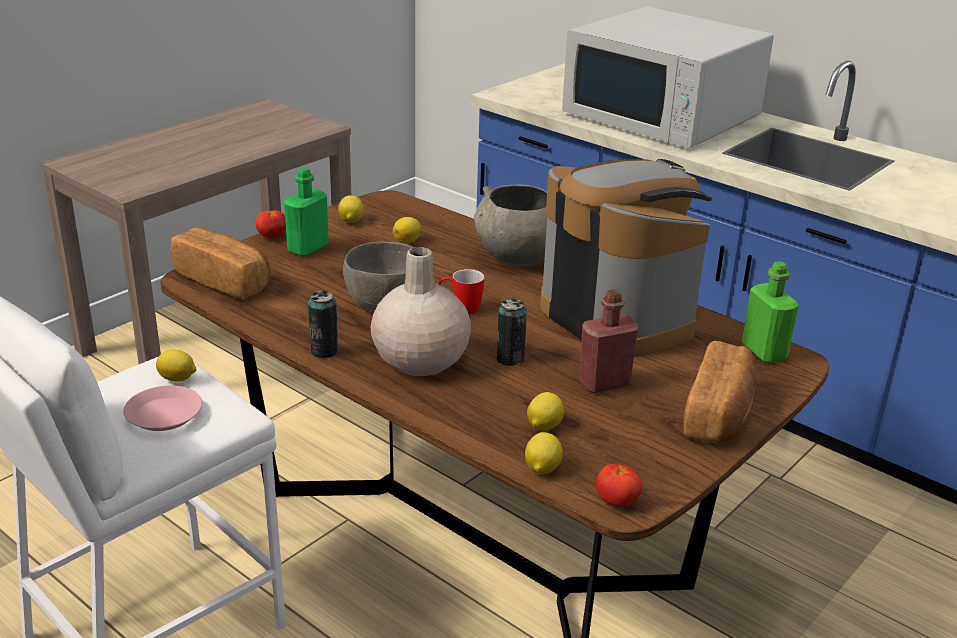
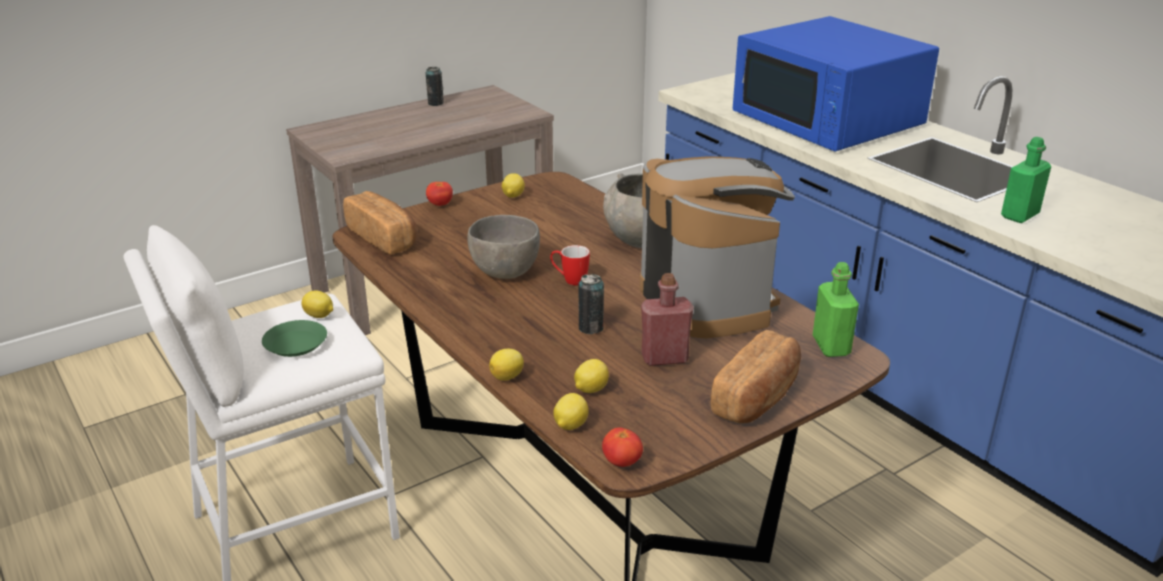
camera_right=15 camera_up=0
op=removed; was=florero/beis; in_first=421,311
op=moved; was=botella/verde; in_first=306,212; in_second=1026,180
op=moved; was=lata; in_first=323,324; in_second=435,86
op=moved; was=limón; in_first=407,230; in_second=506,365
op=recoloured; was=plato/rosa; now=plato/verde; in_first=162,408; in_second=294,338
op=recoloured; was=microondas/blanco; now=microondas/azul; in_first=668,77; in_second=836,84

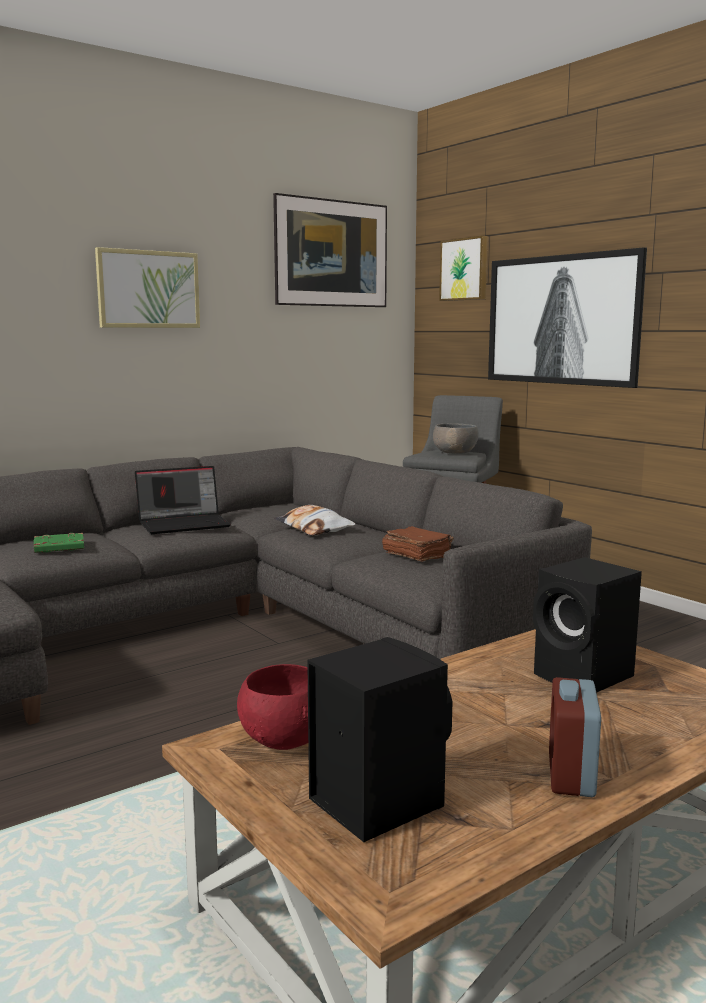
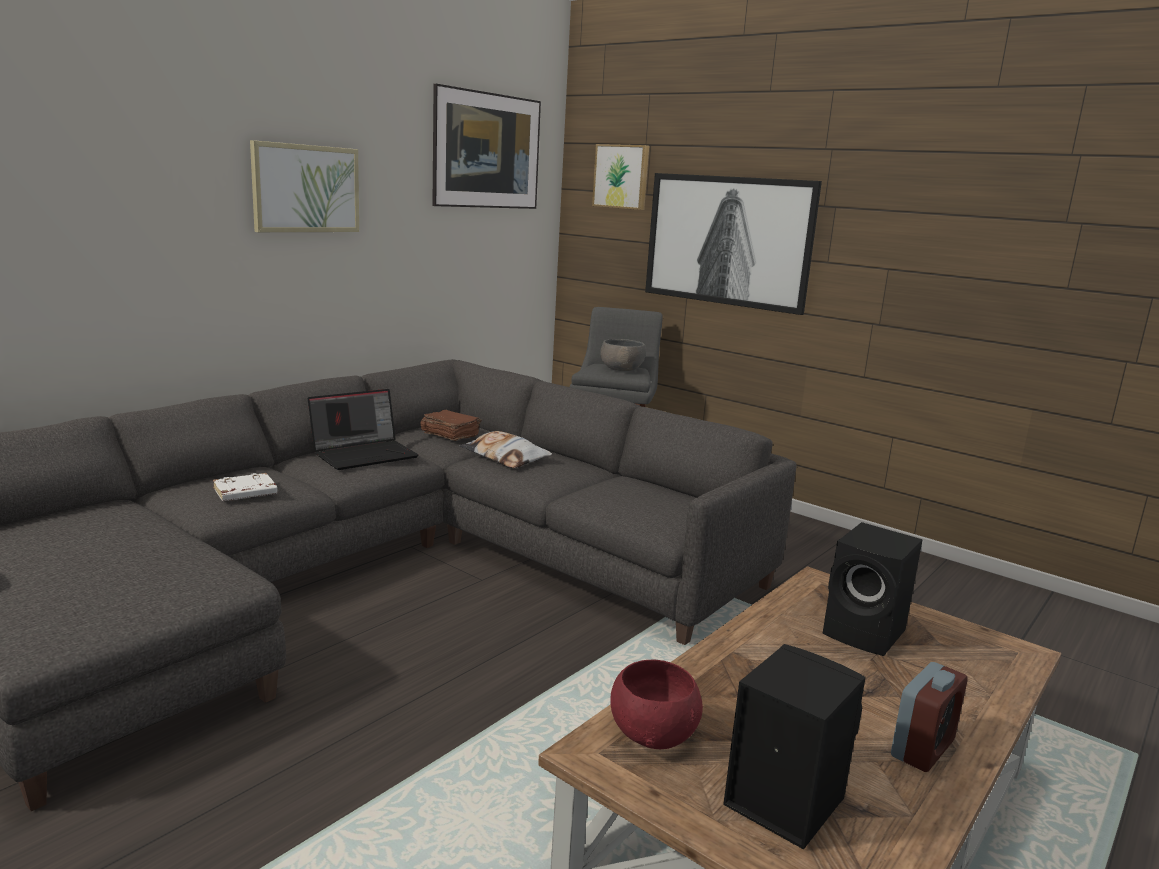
camera_right=-15 camera_up=5
op=moved; was=libro/marrón; in_first=418,544; in_second=450,425
op=recoloured; was=libro/verde; now=libro/blanco; in_first=59,543; in_second=245,487
op=turned; was=despertador; in_first=575,737; in_second=929,717; clockwise=-135

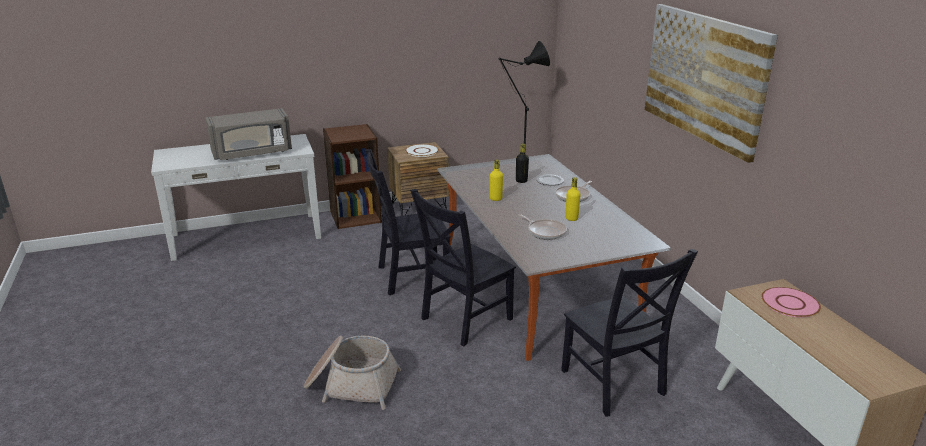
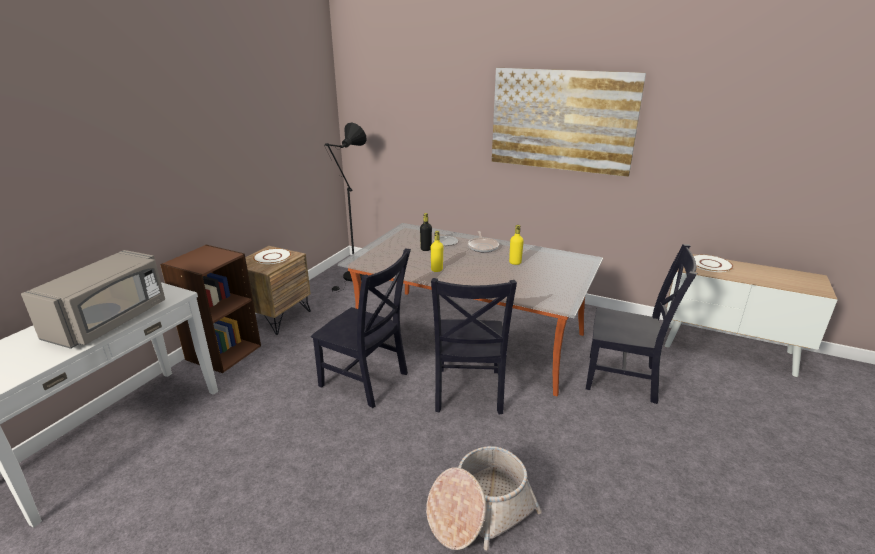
camera_right=-45 camera_up=0
op=removed; was=sartén; in_first=542,227
op=recoloured; was=plato/rosa; now=plato/blanco; in_first=791,302; in_second=713,263
op=turned; was=silla/negro; in_first=408,222; in_second=361,328; clockwise=-90

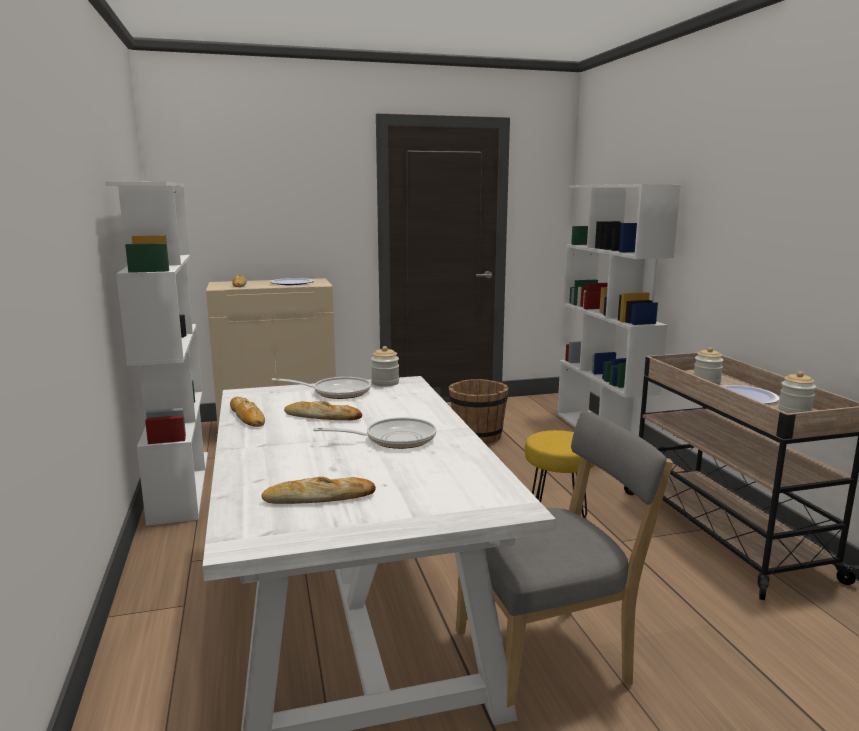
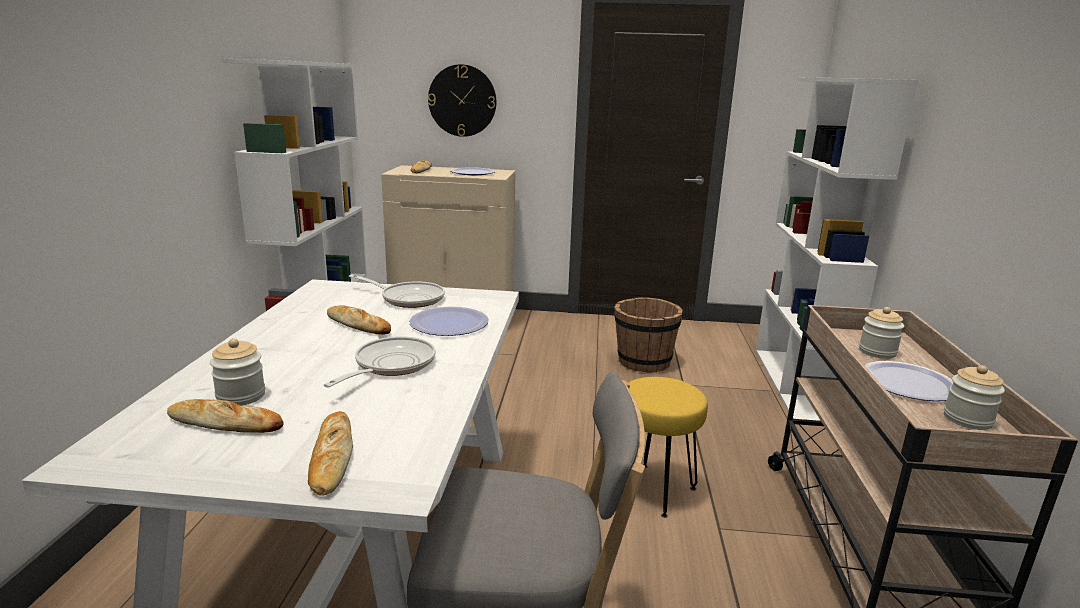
camera_right=20 camera_up=5
op=added; now=plato; in_second=449,321
op=added; now=reloj de pared; in_second=462,100
op=moved; was=pan; in_first=247,412; in_second=330,453
op=moved; was=tarro; in_first=385,366; in_second=237,372
op=turned; was=sartén; in_first=375,433; in_second=379,362; clockwise=-75

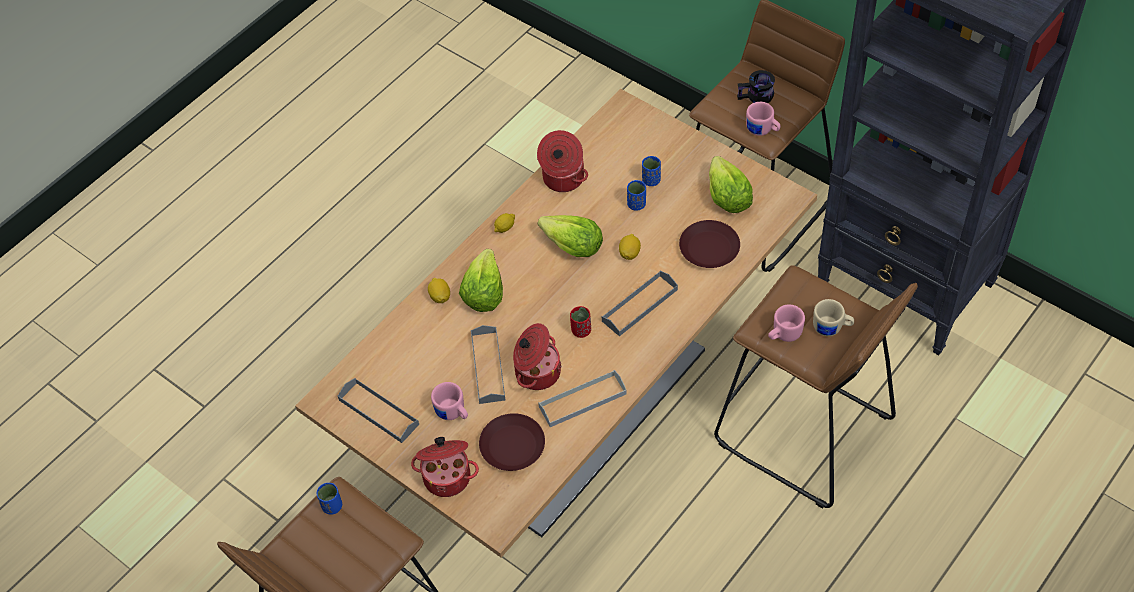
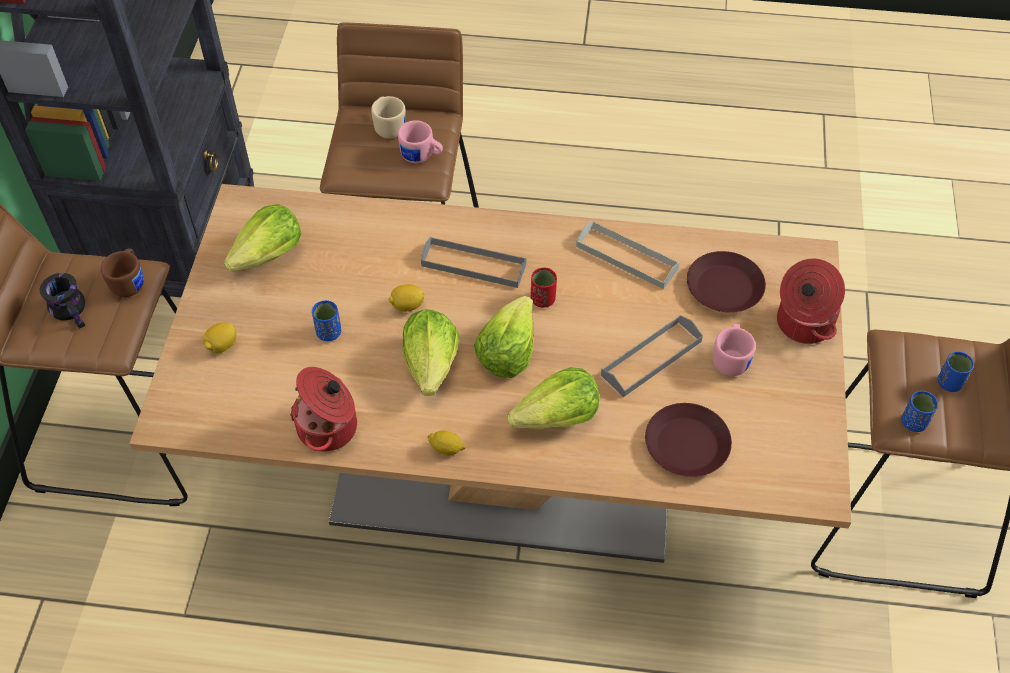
camera_right=-125 camera_up=0
op=removed; was=bandeja/gris; in_first=378,410
op=removed; was=olla; in_first=537,356
op=added; now=lechuga; in_second=504,337
op=moved; was=limón; in_first=439,290; in_second=220,338
op=moved; was=taza/azul; in_first=651,171; in_second=956,372
op=moved; was=plato/marrón; in_first=709,244; in_second=688,440
op=recoloured; was=taza grande/rosa; now=taza grande/marrón; in_first=763,119; in_second=122,273

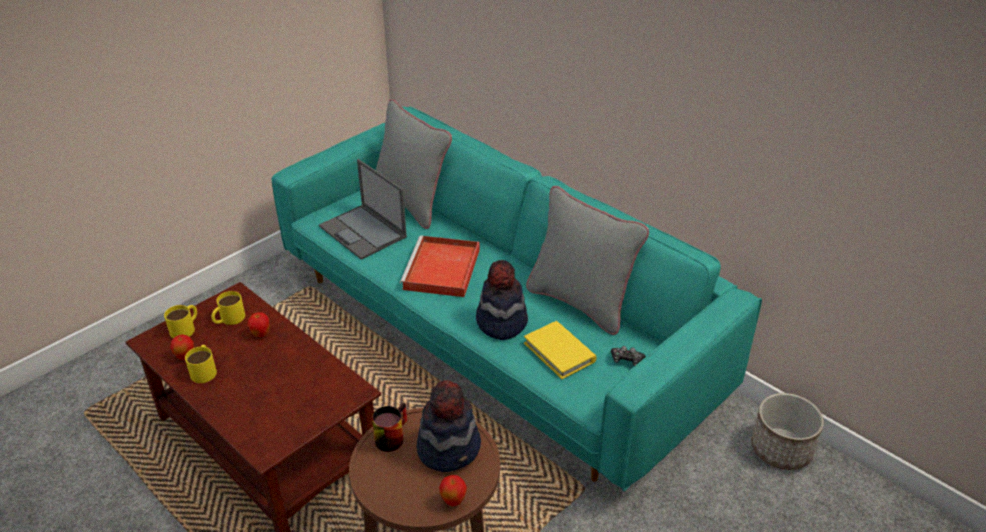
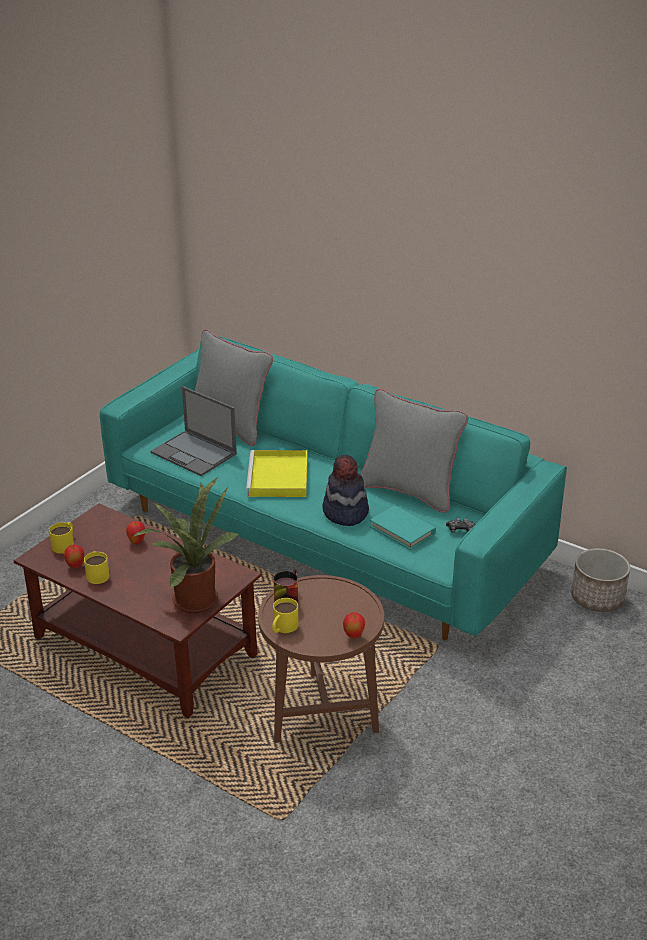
camera_right=-10 camera_up=-5
op=removed; was=sombrero; in_first=449,426
op=added; now=planta en maceta; in_second=186,545
op=moved; was=taza grande/amarillo; in_first=228,308; in_second=285,615
op=recoloured; was=bandeja/rojo; now=bandeja/amarillo; in_first=440,266; in_second=277,473
op=recoloured; was=libro/amarillo; now=libro/turquesa; in_first=560,350; in_second=403,527

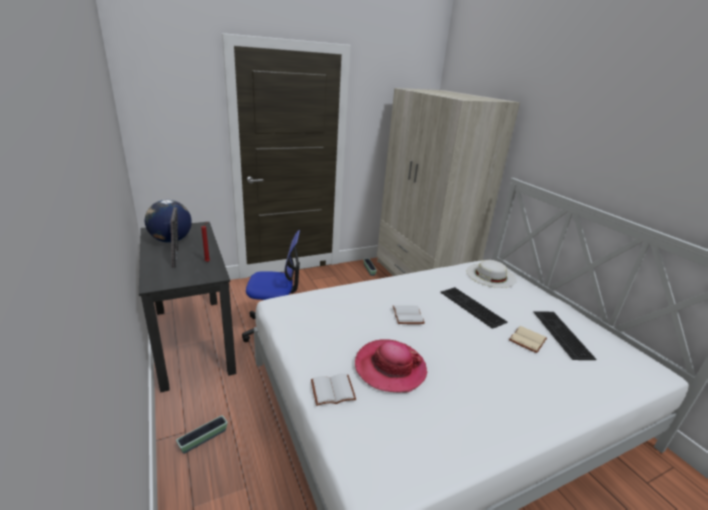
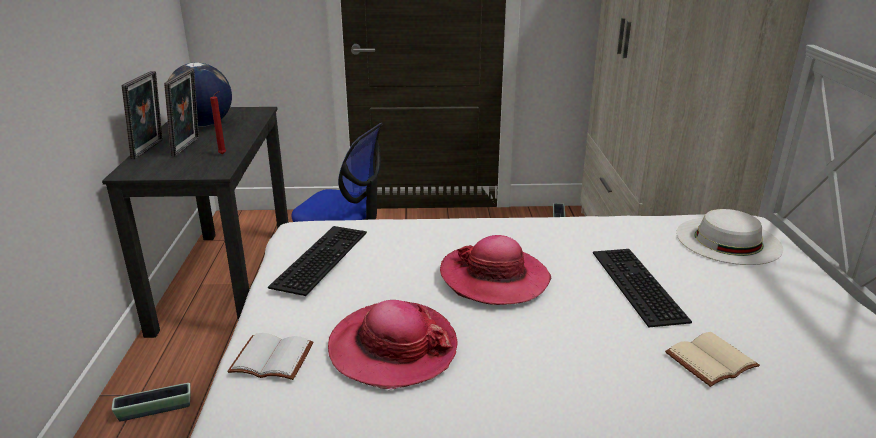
camera_right=25 camera_up=0
op=added; now=portarretratos; in_second=142,115
op=moved; was=teclado; in_first=565,335; in_second=317,261
op=replaced; was=libro/blanco; now=sombrero; in_first=409,314; in_second=496,270

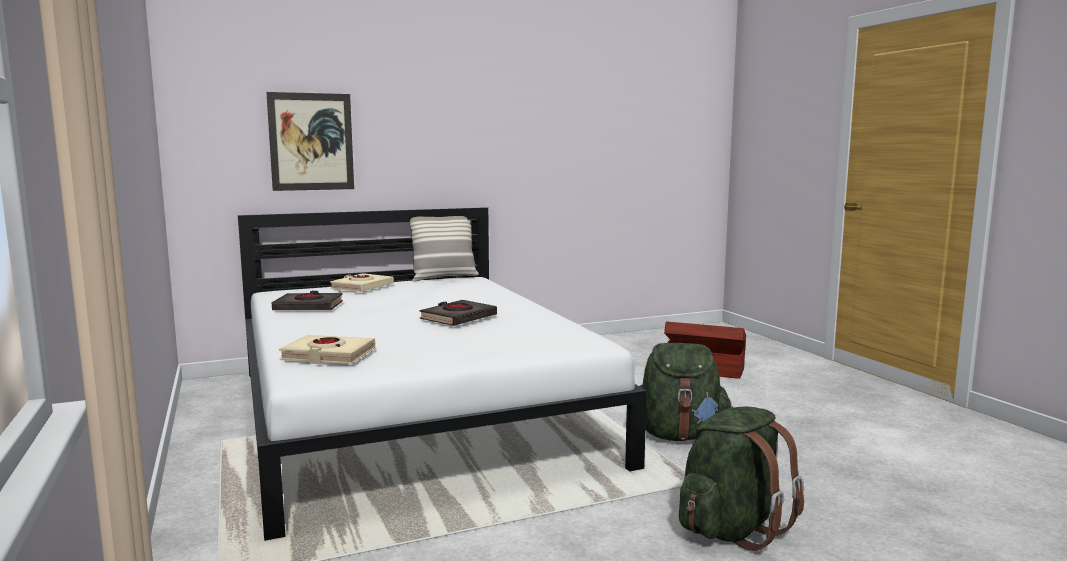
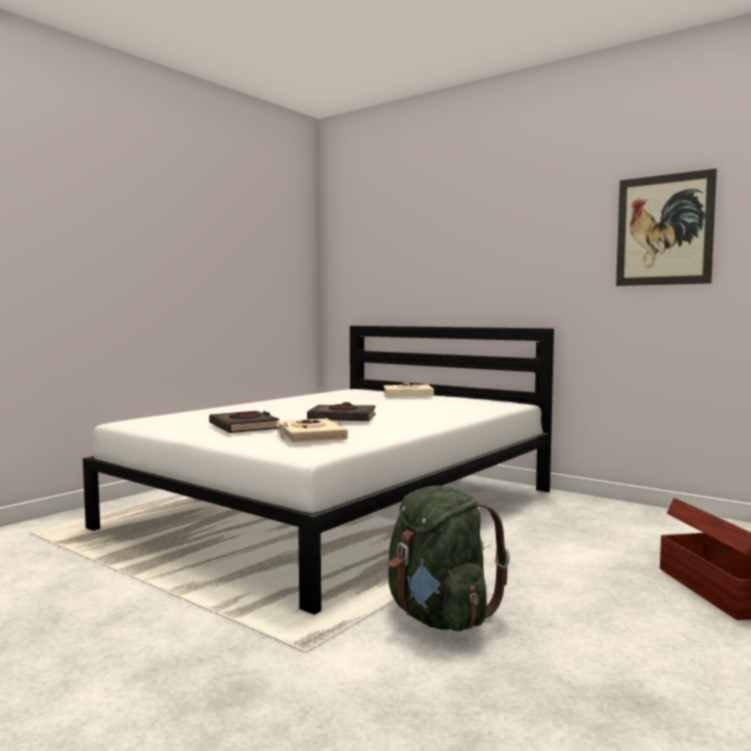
camera_right=60 camera_up=-5
op=removed; was=cojín; in_first=444,249
op=removed; was=mochila/verde; in_first=741,478
op=moved; was=cuadro; in_first=310,141; in_second=666,227
op=moved; was=libro/negro; in_first=307,300; in_second=244,422
op=moved; was=libro/beis; in_first=327,349; in_second=312,431

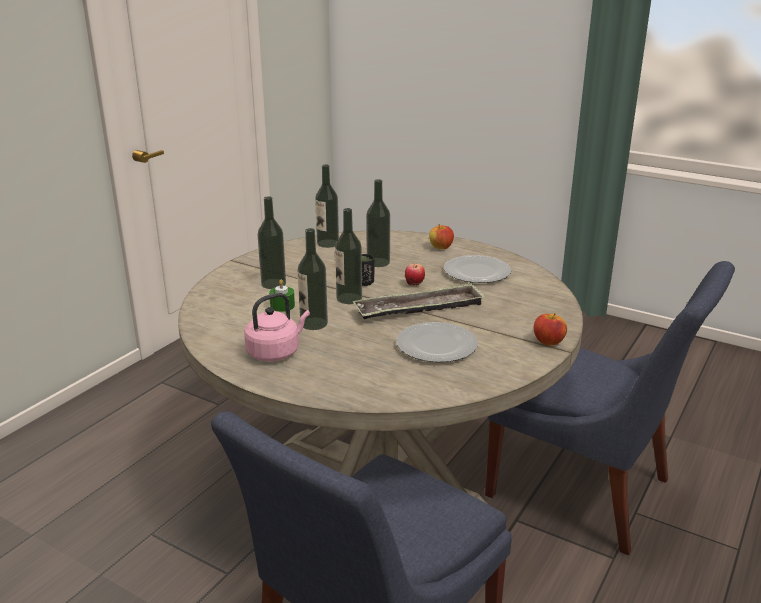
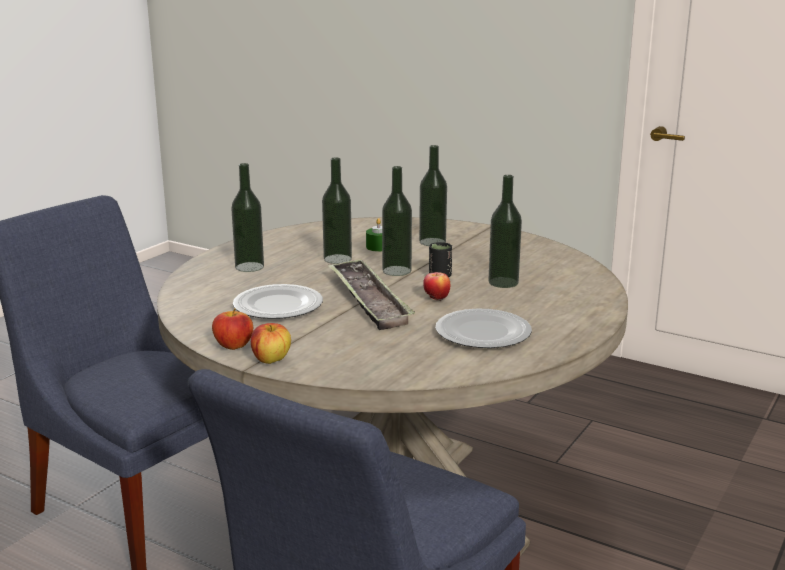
camera_right=90 camera_up=-5
op=removed; was=hervidor/rosa; in_first=277,327
op=moved; was=botella; in_first=327,206; in_second=247,217
op=moved; was=manzana; in_first=441,237; in_second=232,329

